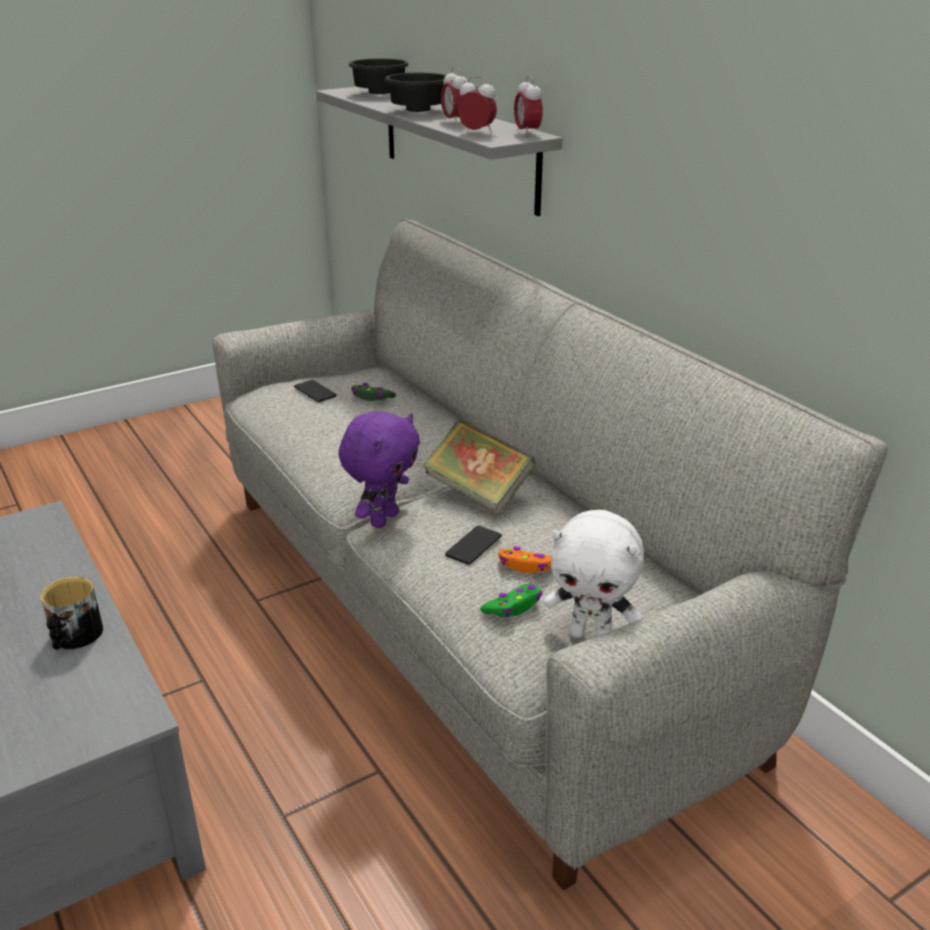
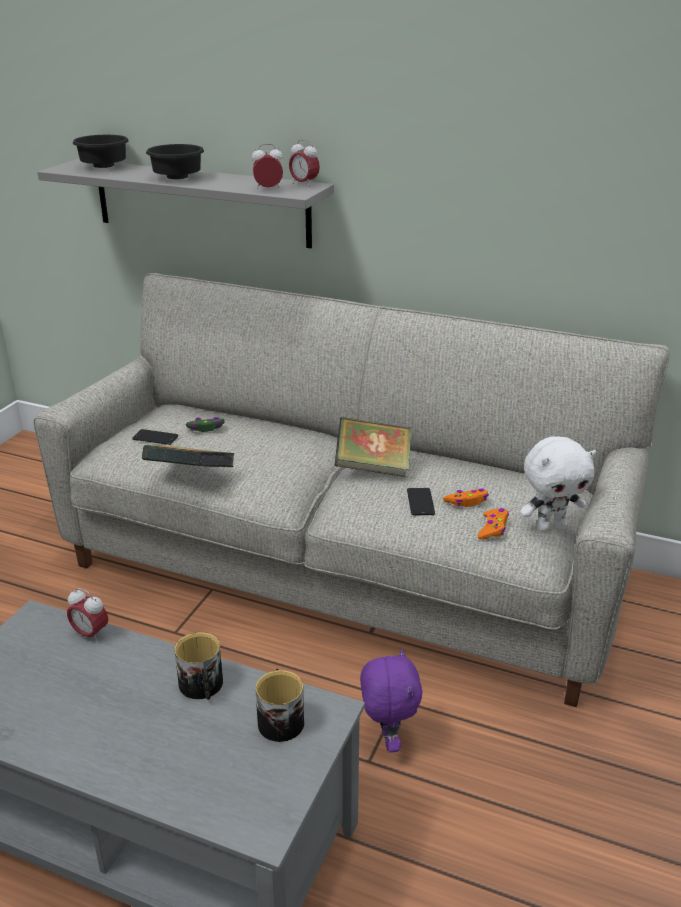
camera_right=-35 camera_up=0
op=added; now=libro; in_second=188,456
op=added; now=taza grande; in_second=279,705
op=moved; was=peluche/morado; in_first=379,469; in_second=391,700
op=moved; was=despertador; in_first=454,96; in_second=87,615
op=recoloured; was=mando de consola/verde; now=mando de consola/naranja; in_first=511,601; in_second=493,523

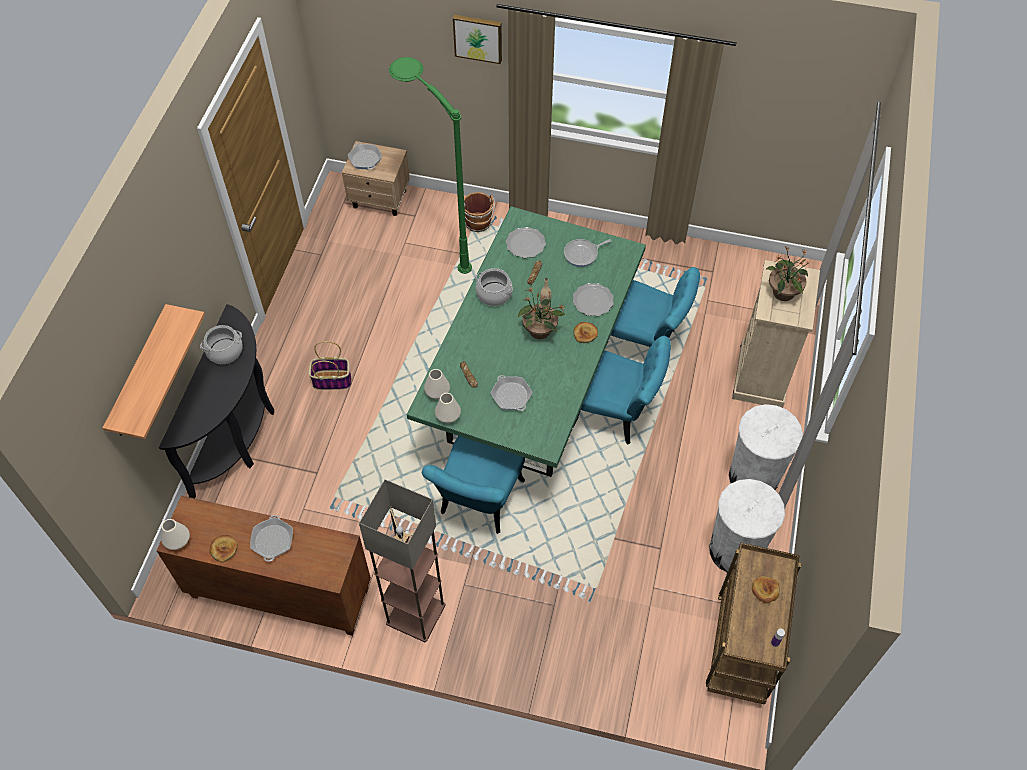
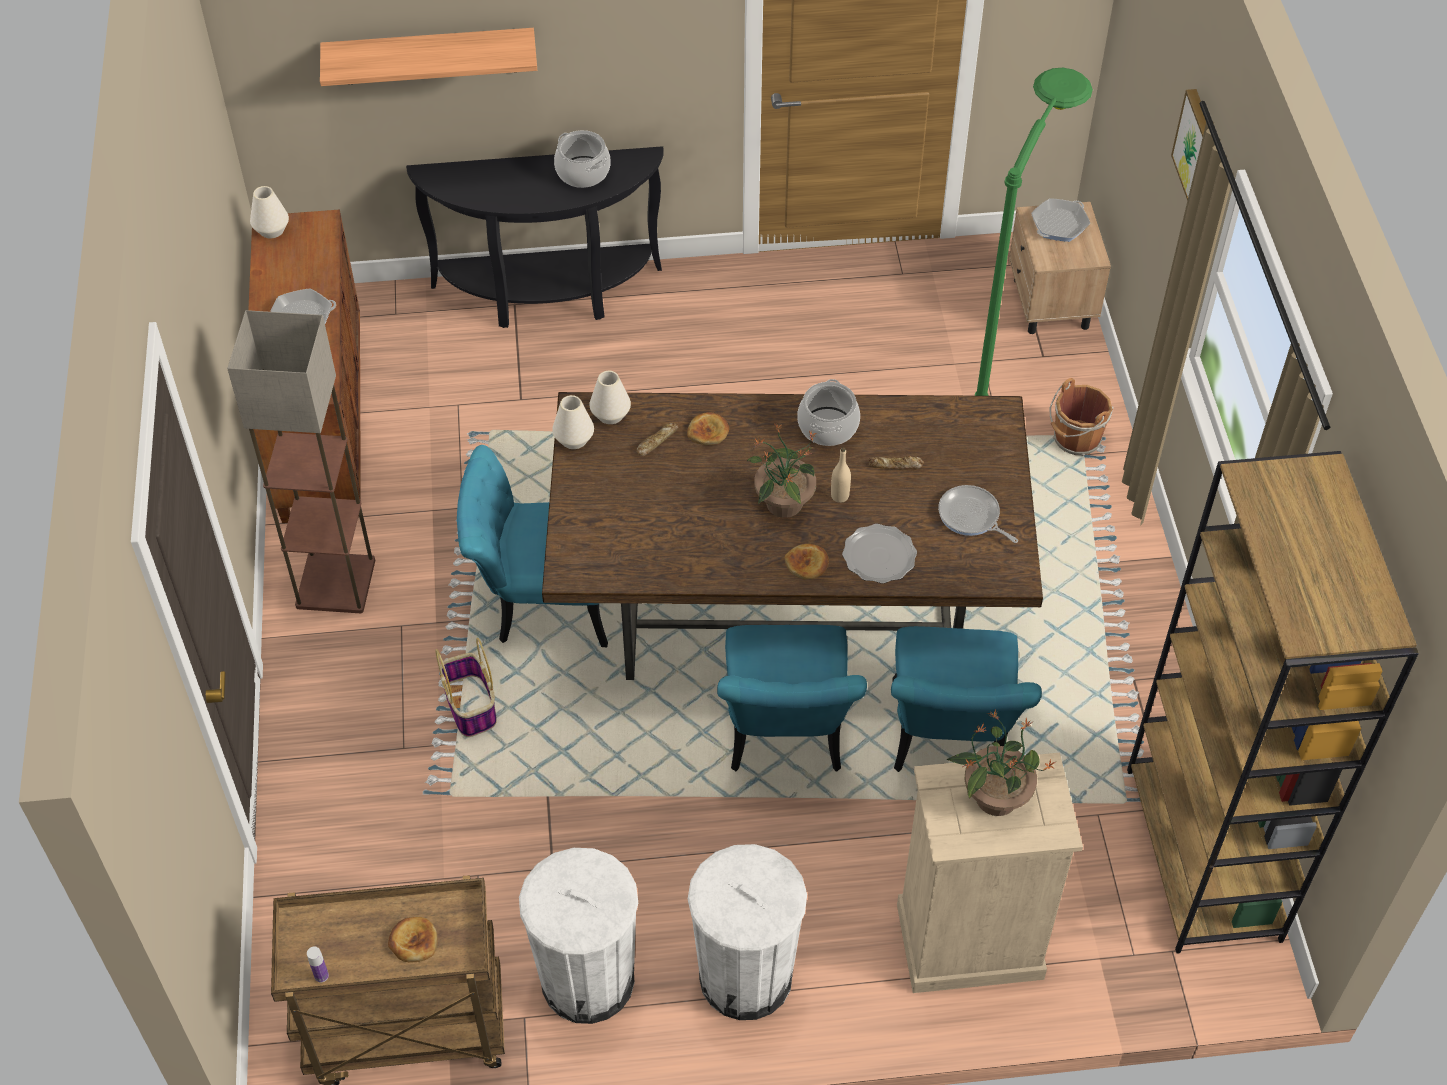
camera_right=70 camera_up=-5
op=removed; was=sartén; in_first=511,393
op=removed; was=plato; in_first=526,242
op=added; now=estantería/marrón; in_second=1273,702
op=moved; was=pan; in_first=224,548; in_second=708,428
op=moved; was=cesta; in_first=329,365; in_second=466,687
op=recoloured; was=mesa de comedor/verde; now=mesa de comedor/marrón; in_first=526,341; in_second=792,536

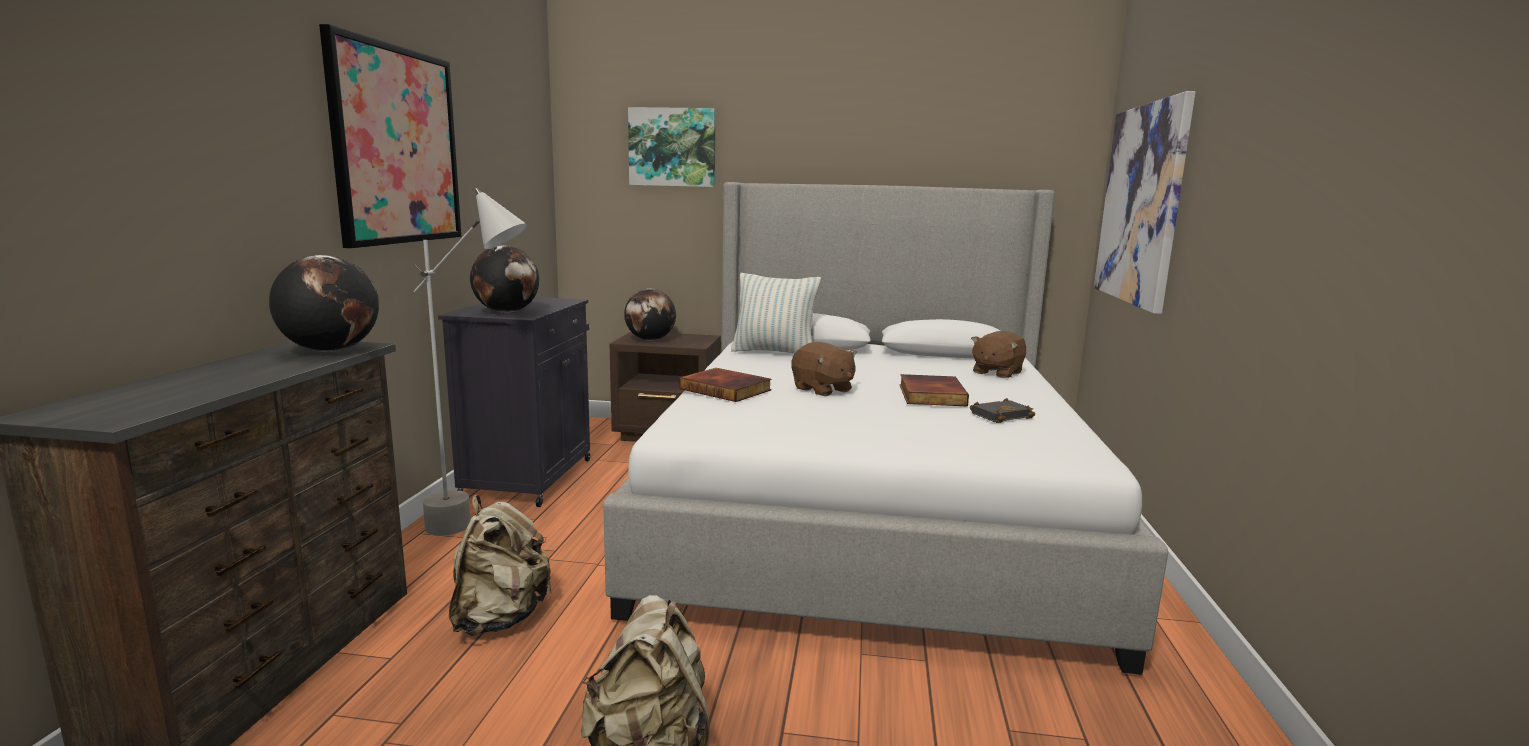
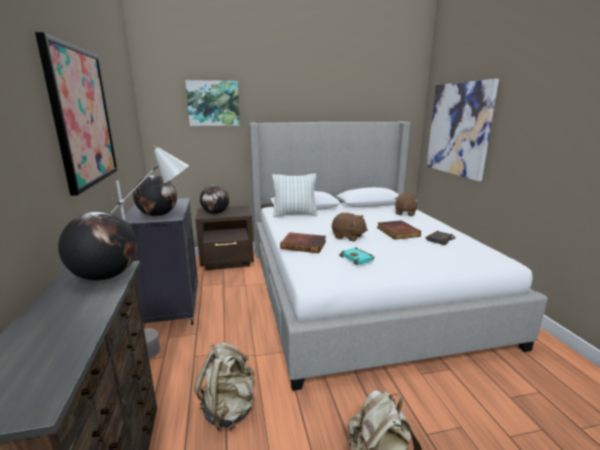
camera_right=-20 camera_up=5
op=added; now=libro/turquesa; in_second=357,256

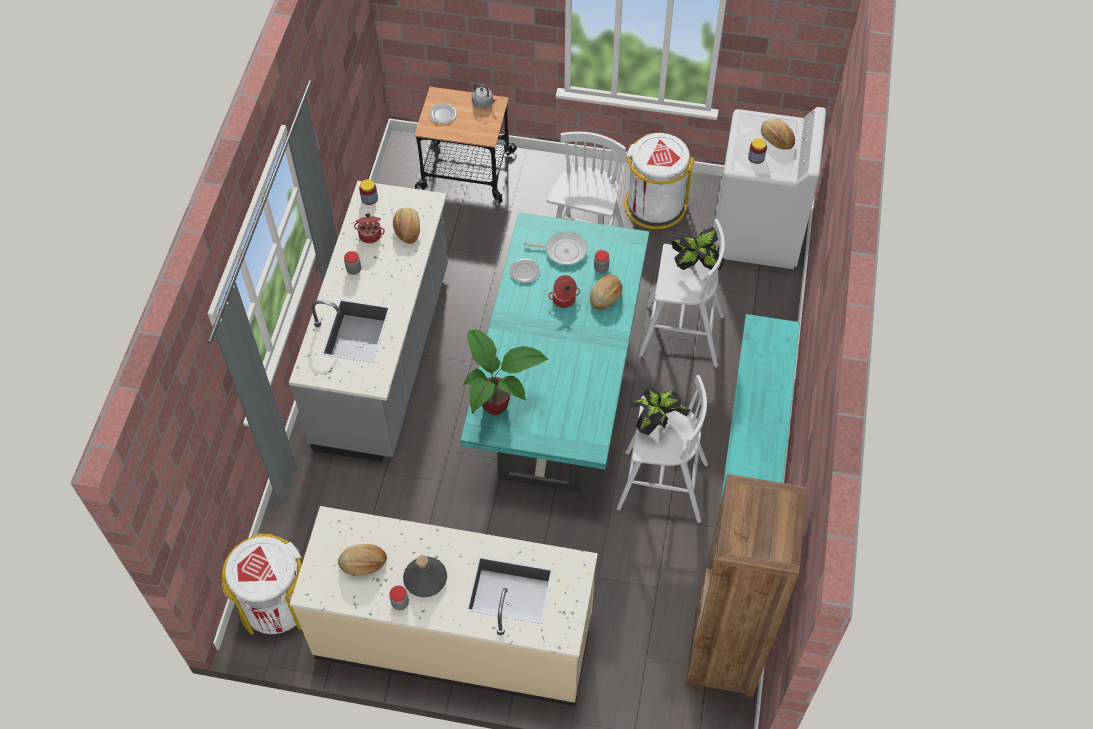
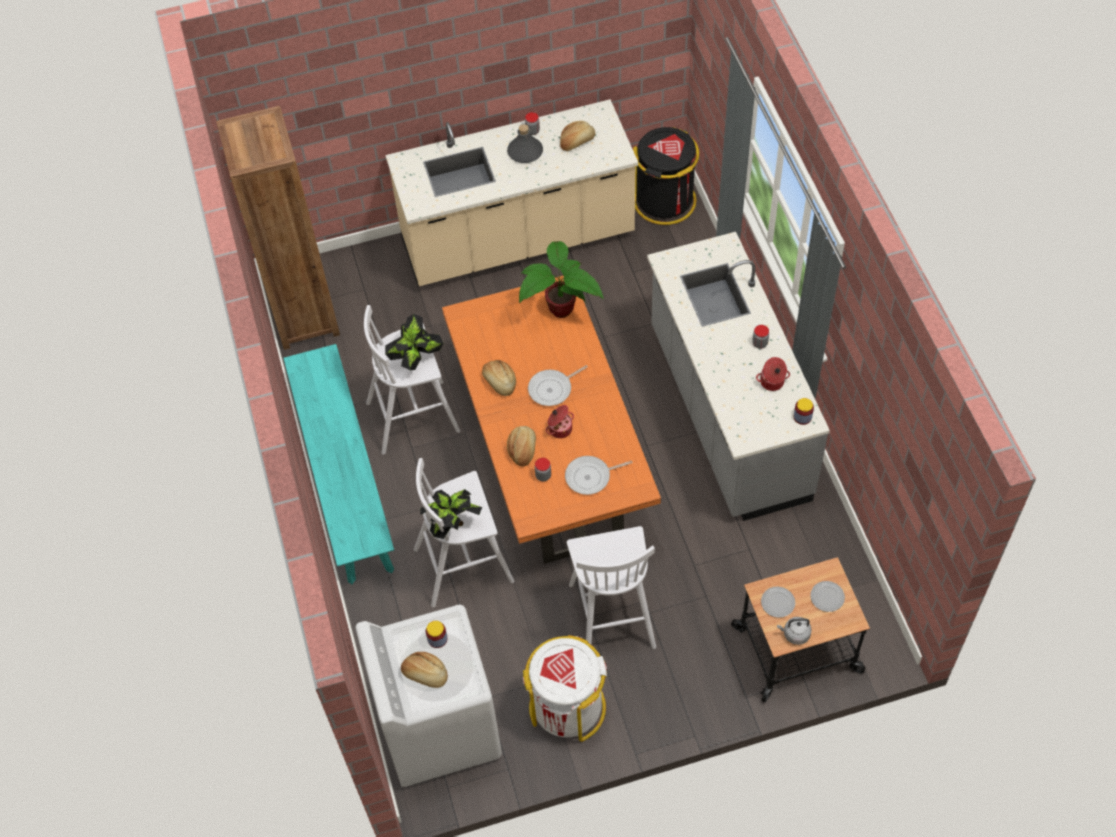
camera_right=155 camera_up=0
op=added; now=sartén; in_second=558,385
op=moved; was=pan; in_first=406,225; in_second=499,378
op=moved; was=plato; in_first=524,271; in_second=778,602
op=recoloured; was=papelera/blanco; now=papelera/negro; in_first=261,584; in_second=666,176
op=recoloured; was=mesa de comedor/turquesa; now=mesa de comedor/naranja; in_first=554,352; in_second=551,420

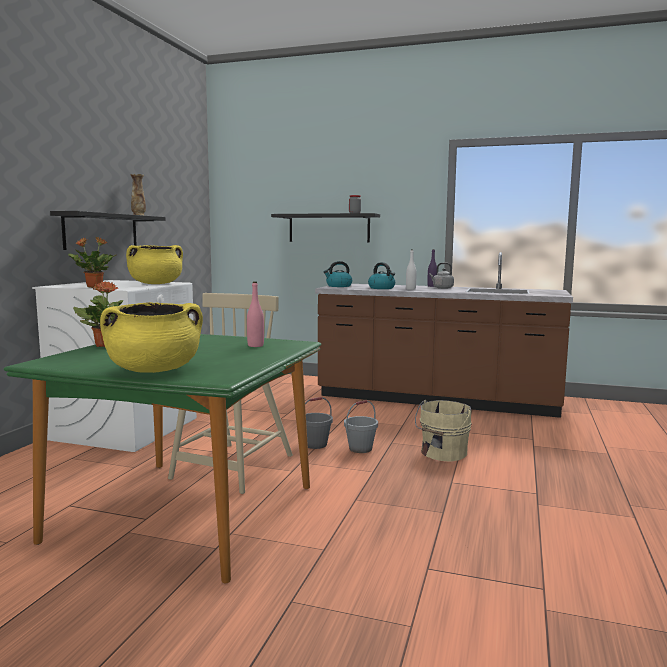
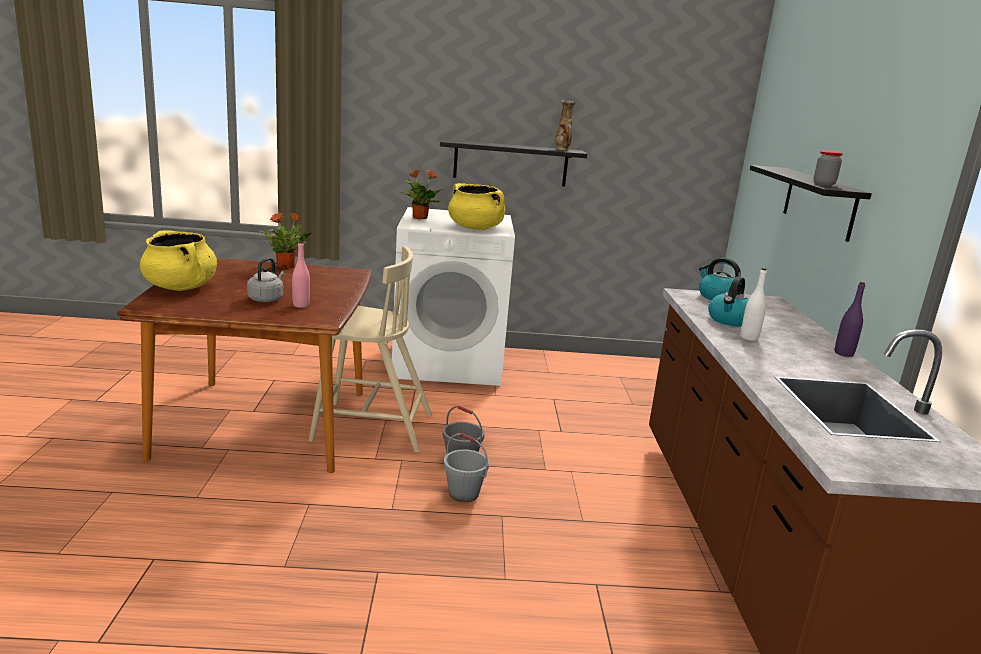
camera_right=70 camera_up=10
op=removed; was=cubo/beis; in_first=443,431
op=moved; was=hervidor/gris; in_first=441,276; in_second=265,280
op=recoloured; was=mesa de comedor/verde; now=mesa de comedor/marrón; in_first=162,458; in_second=244,365

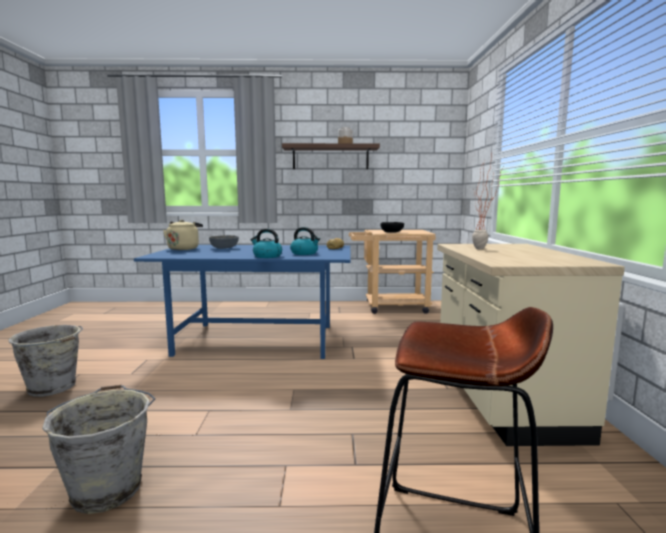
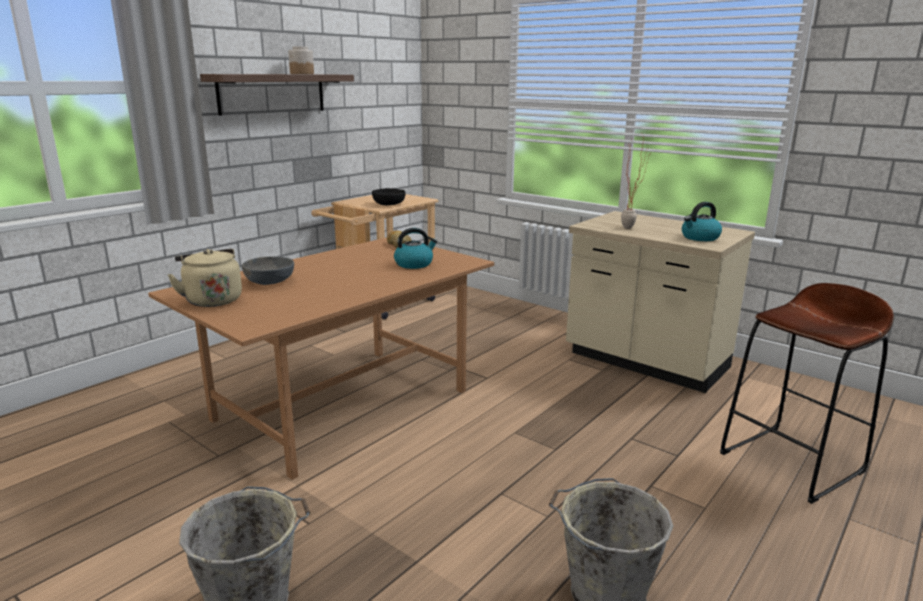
camera_right=-50 camera_up=10
op=moved; was=hervidor; in_first=266,243; in_second=702,221
op=recoloured; was=mesa de comedor/azul; now=mesa de comedor/marrón; in_first=242,302; in_second=321,358

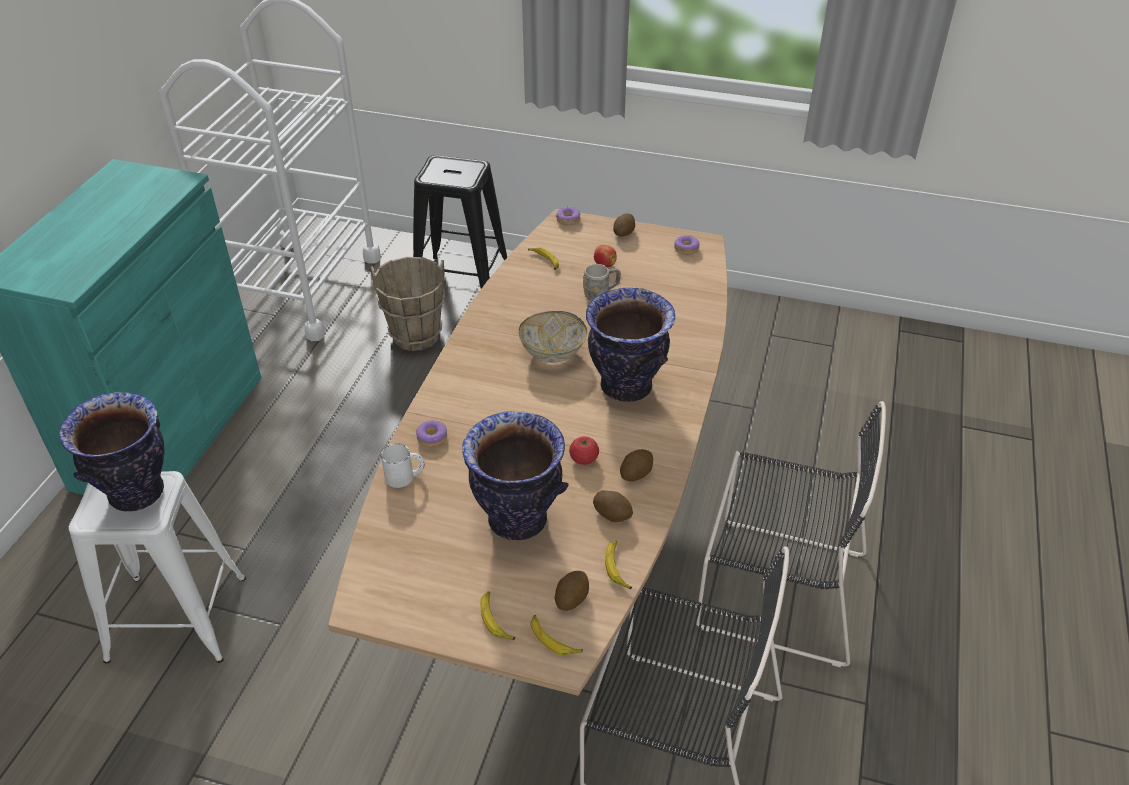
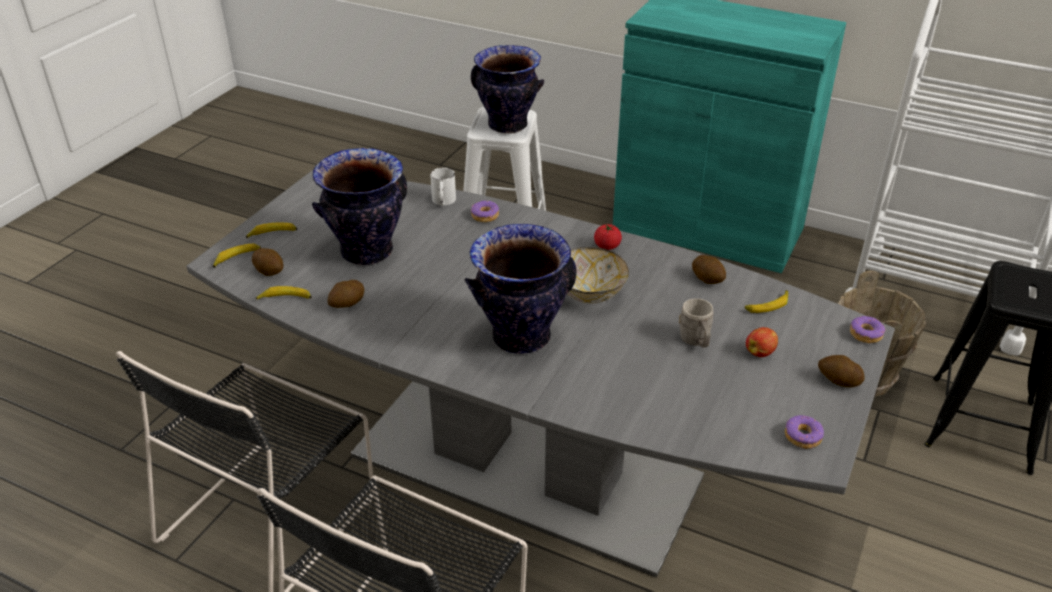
camera_right=100 camera_up=-5
op=moved; was=tomate; in_first=584,450; in_second=608,237
op=moved; was=patata; in_first=636,465; in_second=709,269
op=recoloured; was=mesa de comedor/marrón; now=mesa de comedor/gris; in_first=527,452; in_second=541,373

